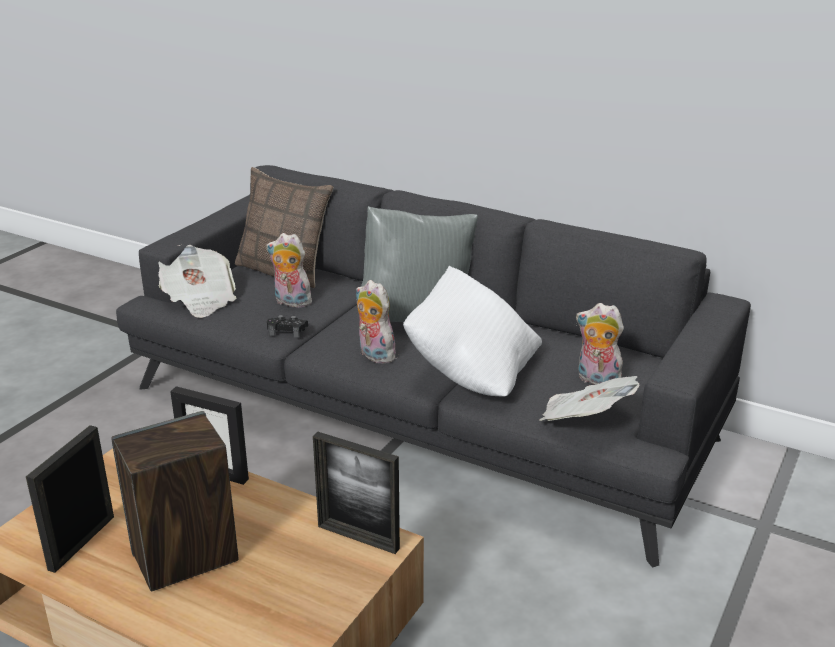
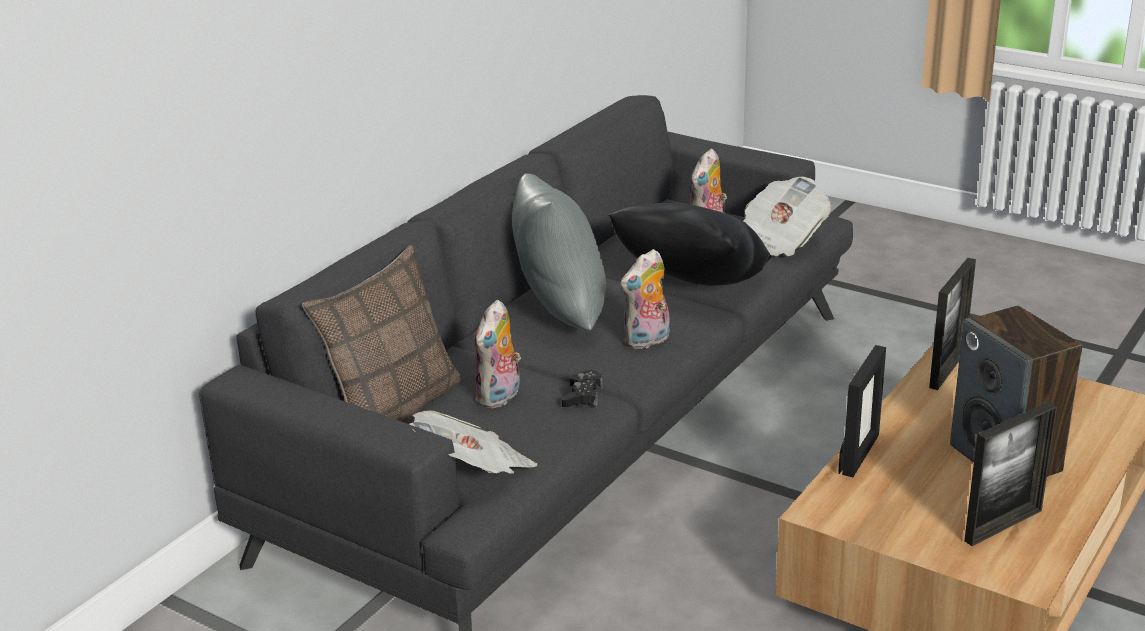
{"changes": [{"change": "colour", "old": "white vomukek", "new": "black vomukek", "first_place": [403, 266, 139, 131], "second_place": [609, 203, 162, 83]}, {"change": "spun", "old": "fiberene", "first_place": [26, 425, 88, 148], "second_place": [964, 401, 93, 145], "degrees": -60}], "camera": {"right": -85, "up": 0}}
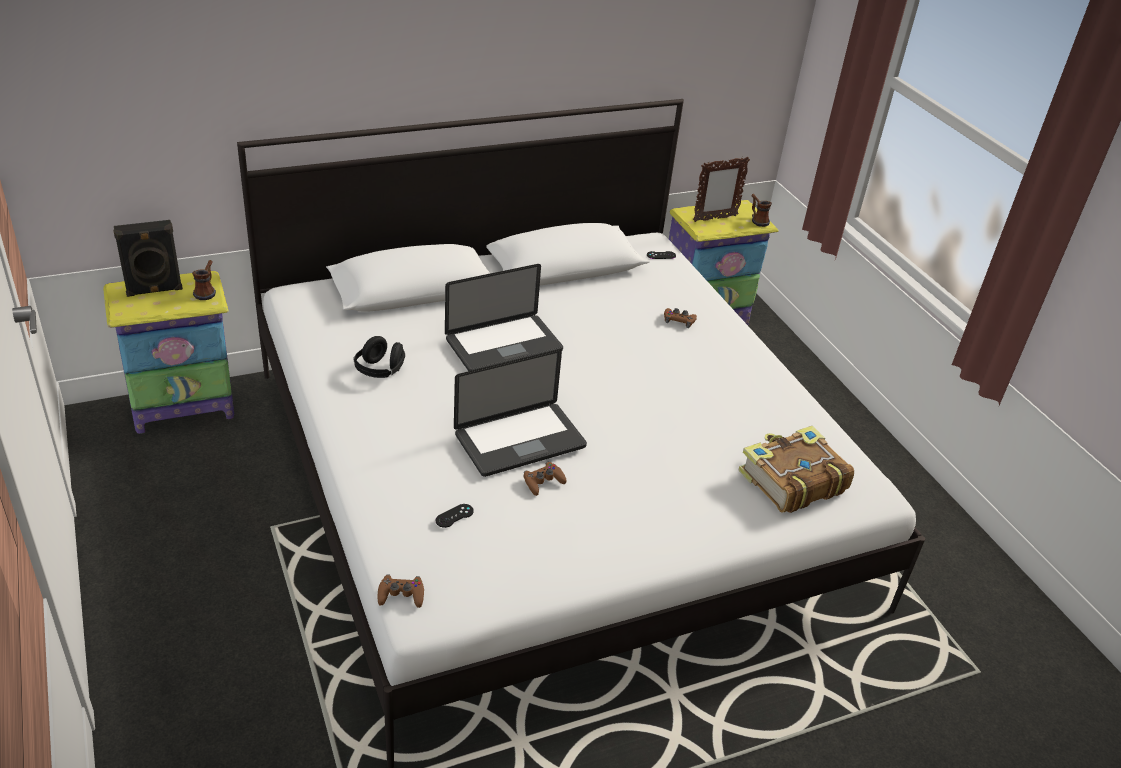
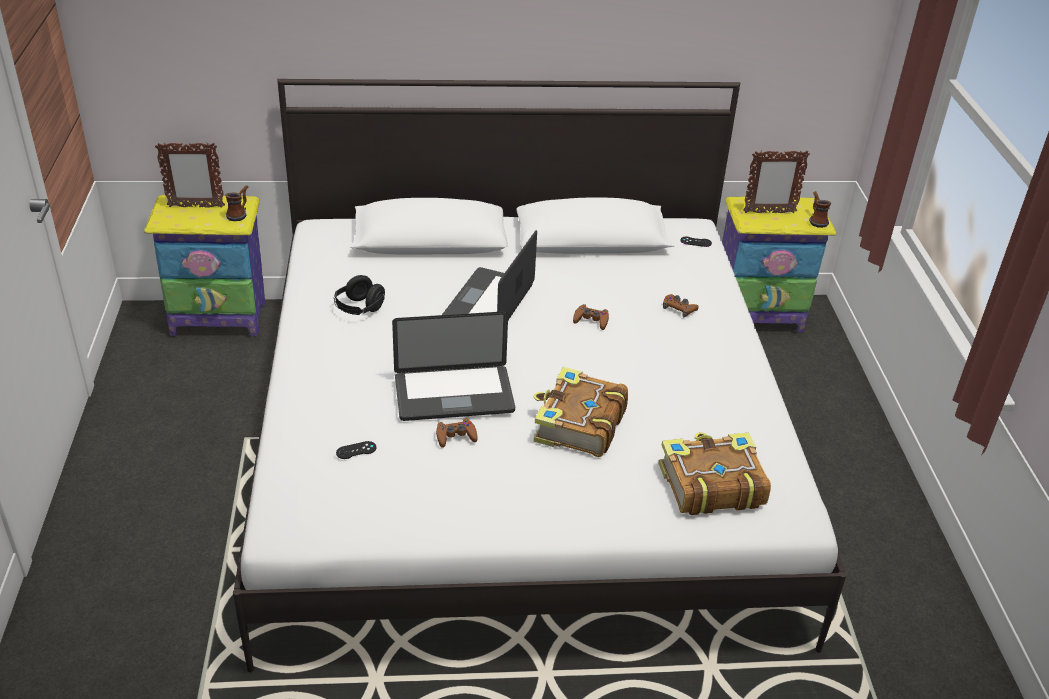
{"changes": [{"change": "exchanged", "old": "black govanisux", "new": "fiberene", "first_place": [113, 220, 70, 77], "second_place": [155, 143, 70, 65]}, {"change": "spun", "old": "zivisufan", "first_place": [445, 264, 118, 107], "second_place": [442, 230, 95, 90], "degrees": 120}, {"change": "appeared", "new": "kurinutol", "second_place": [533, 367, 95, 90]}, {"change": "relocated", "old": "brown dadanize", "first_place": [378, 574, 46, 34], "second_place": [573, 304, 36, 26]}], "camera": {"right": 20, "up": 0}}
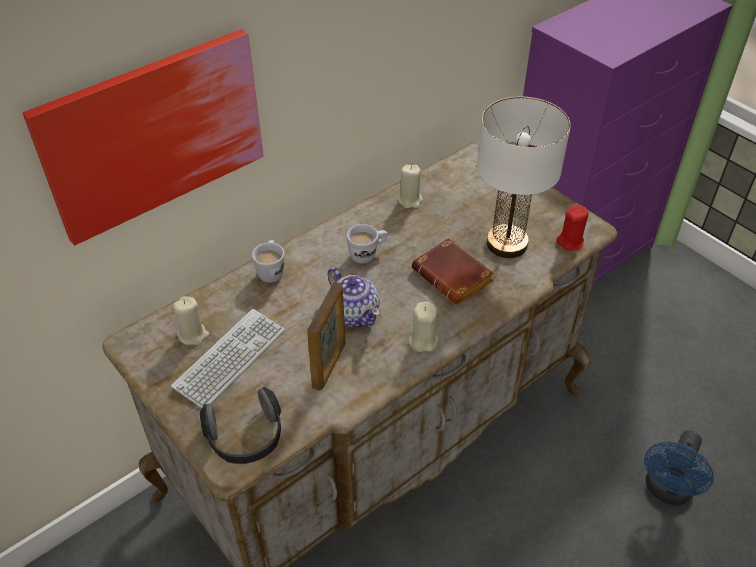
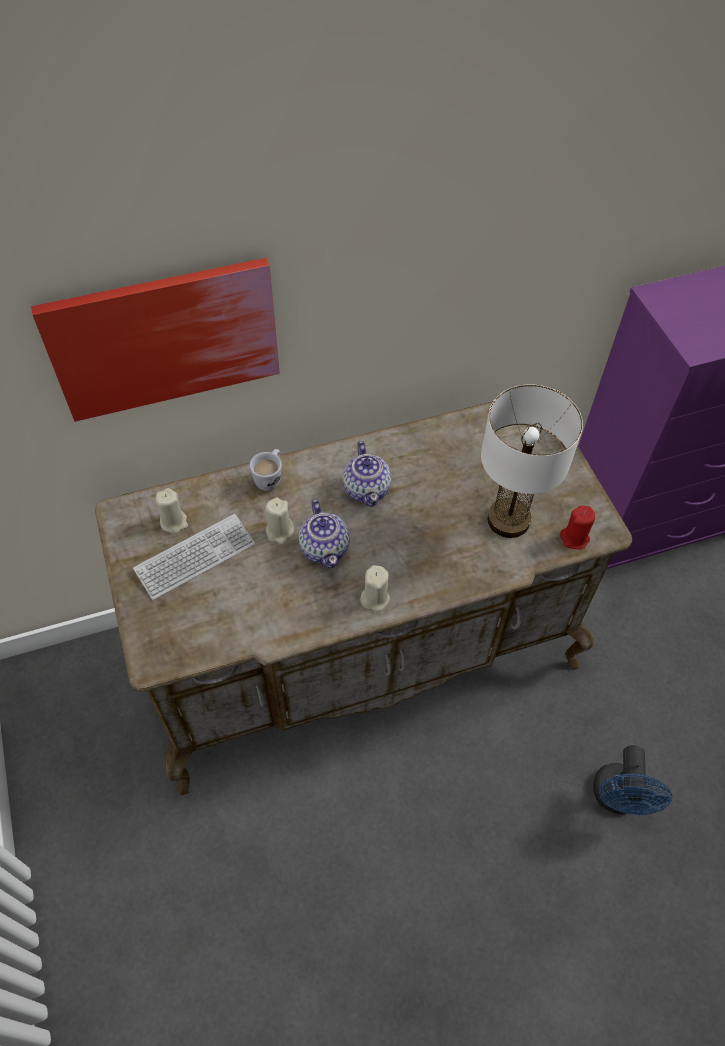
{"changes": [{"change": "relocated", "old": "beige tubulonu", "first_place": [398, 165, 25, 43], "second_place": [265, 498, 29, 46]}, {"change": "exchanged", "old": "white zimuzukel", "new": "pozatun", "first_place": [346, 224, 42, 39], "second_place": [343, 441, 48, 66]}, {"change": "spun", "old": "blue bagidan", "first_place": [644, 430, 70, 76], "second_place": [593, 745, 79, 70], "degrees": -45}, {"change": "missing", "old": "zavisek", "first_place": [199, 387, 82, 77]}, {"change": "missing", "old": "fiberene", "first_place": [307, 282, 38, 109]}, {"change": "missing", "old": "brown kurinutol", "first_place": [412, 238, 82, 67]}], "camera": {"right": 20, "up": 10}}
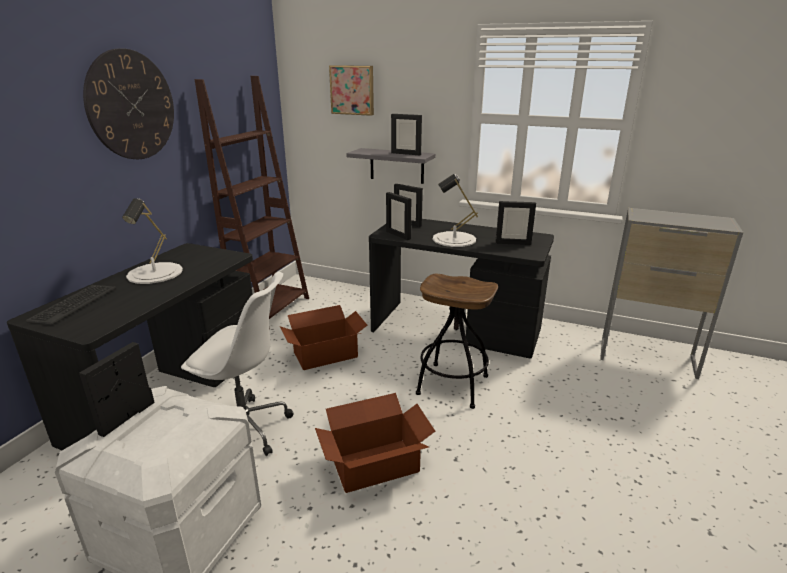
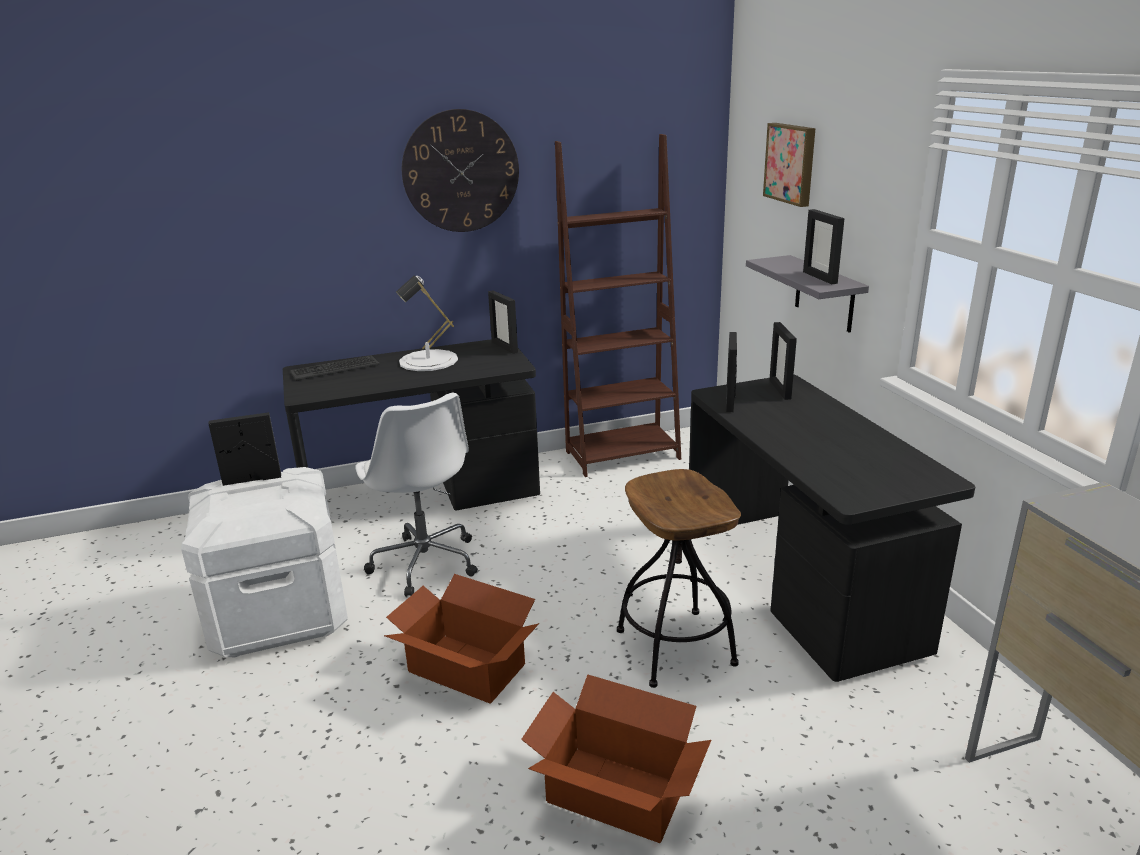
{"changes": [{"change": "relocated", "old": "fiberene", "first_place": [495, 201, 41, 44], "second_place": [488, 290, 30, 64]}, {"change": "relocated", "old": "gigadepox", "first_place": [280, 305, 88, 65], "second_place": [521, 674, 190, 169]}, {"change": "missing", "old": "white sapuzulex", "first_place": [432, 174, 46, 73]}], "camera": {"right": 50, "up": 0}}
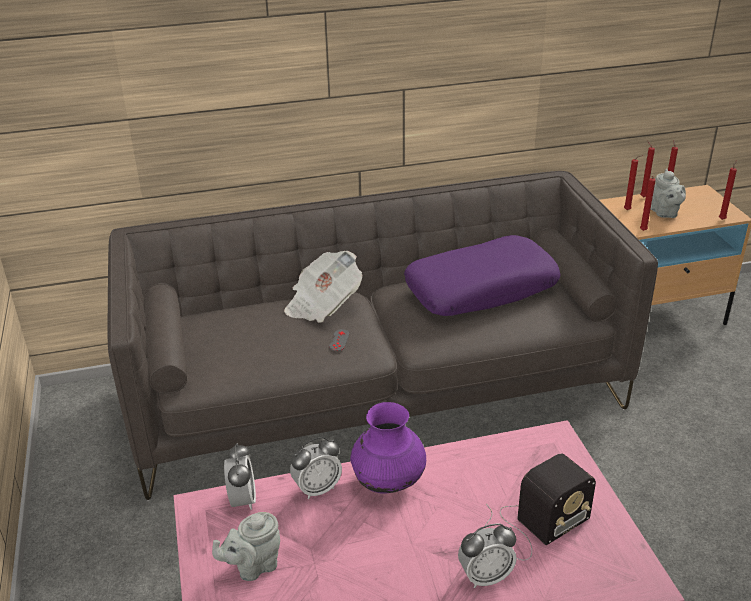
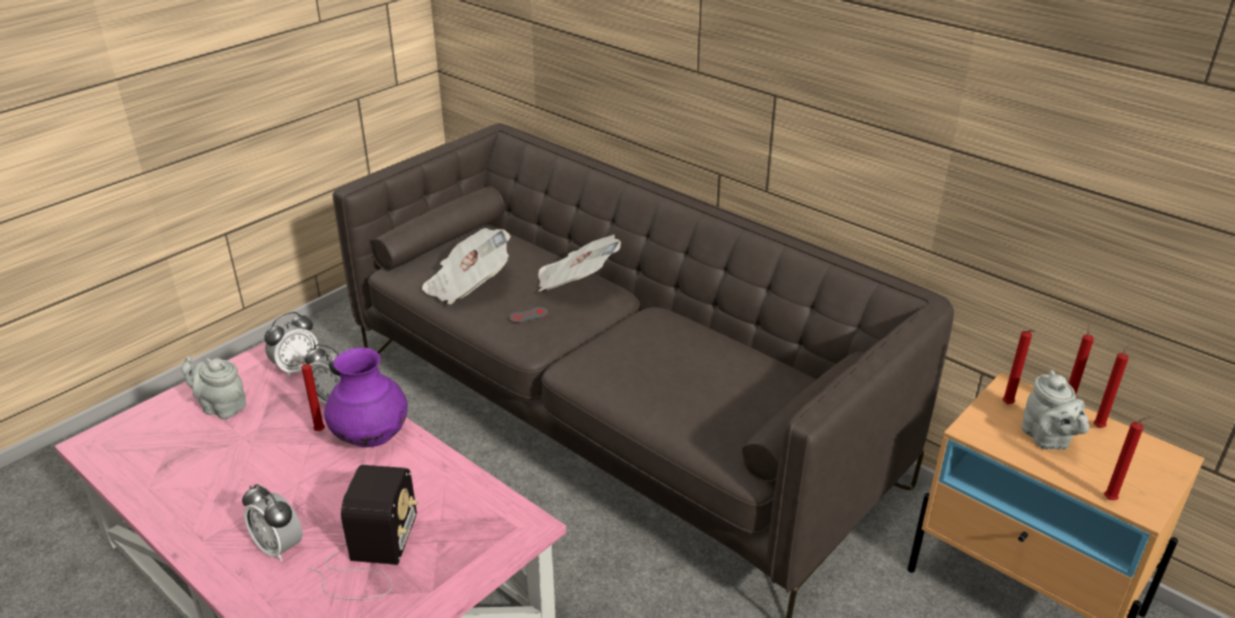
{"changes": [{"change": "relocated", "old": "red tubulonu", "first_place": [640, 176, 15, 55], "second_place": [295, 360, 30, 71]}, {"change": "spun", "old": "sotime", "first_place": [484, 453, 112, 108], "second_place": [307, 465, 111, 134], "degrees": -105}, {"change": "appeared", "new": "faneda", "second_place": [422, 228, 89, 77]}, {"change": "spun", "old": "grey pozatun", "first_place": [651, 169, 35, 49], "second_place": [1022, 370, 68, 80], "degrees": -60}, {"change": "missing", "old": "purple vomukek", "first_place": [404, 235, 156, 81]}], "camera": {"right": 55, "up": 0}}
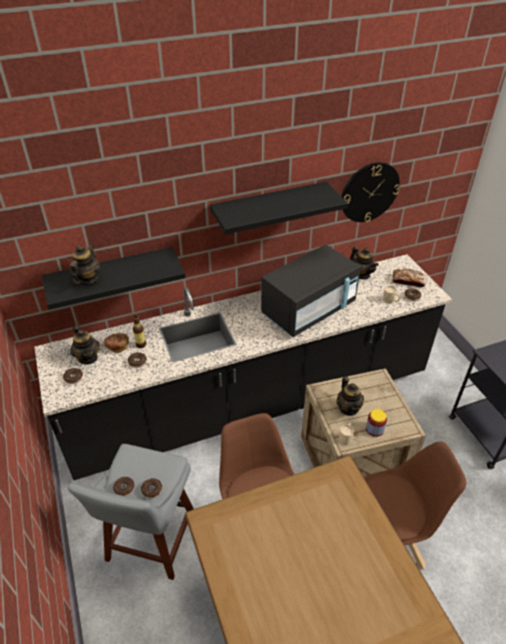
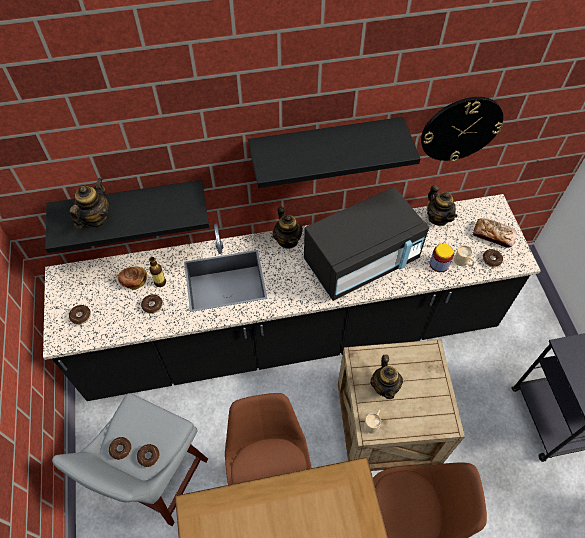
{"changes": [{"change": "relocated", "old": "pozatun", "first_place": [70, 325, 30, 39], "second_place": [273, 207, 30, 42]}, {"change": "relocated", "old": "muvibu", "first_place": [366, 409, 21, 28], "second_place": [429, 243, 24, 29]}], "camera": {"right": 10, "up": 15}}
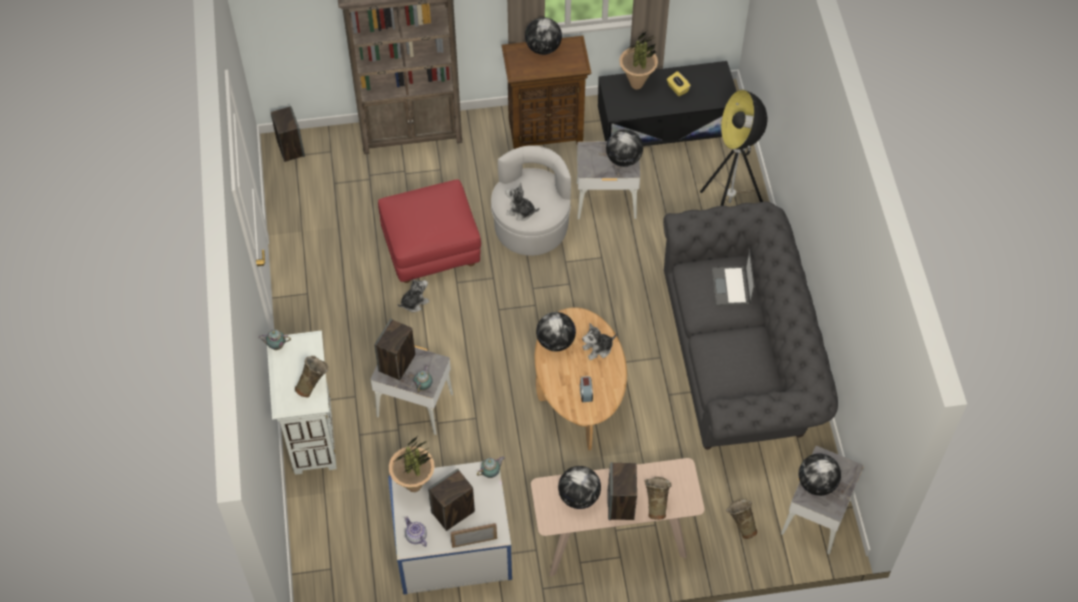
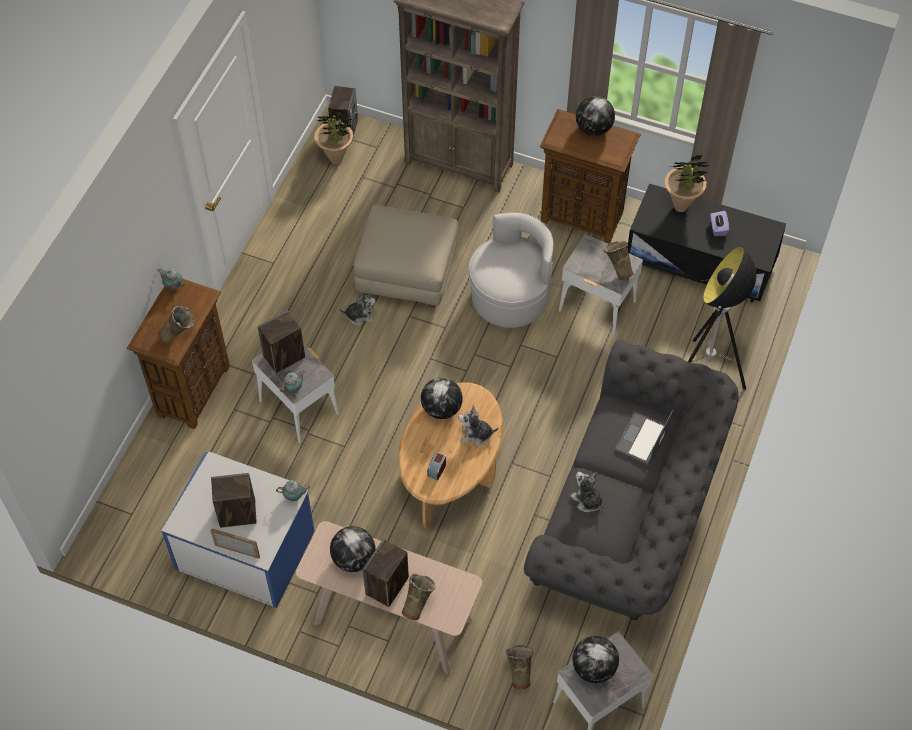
{"changes": [{"change": "colour", "old": "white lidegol", "new": "brown lidegol", "first_place": [267, 330, 69, 145], "second_place": [127, 279, 102, 150]}, {"change": "relocated", "old": "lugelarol", "first_place": [389, 437, 46, 55], "second_place": [314, 109, 41, 55]}, {"change": "colour", "old": "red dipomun", "new": "beige dipomun", "first_place": [378, 179, 103, 104], "second_place": [353, 205, 106, 103]}, {"change": "relocated", "old": "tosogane", "first_place": [505, 183, 34, 38], "second_place": [570, 472, 35, 40]}, {"change": "exchanged", "old": "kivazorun", "new": "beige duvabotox", "first_place": [606, 130, 37, 37], "second_place": [603, 241, 31, 39]}, {"change": "colour", "old": "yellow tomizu", "new": "purple tomizu", "first_place": [667, 71, 24, 25], "second_place": [710, 211, 19, 25]}, {"change": "missing", "old": "pozatun", "first_place": [405, 516, 22, 31]}], "camera": {"right": 30, "up": 0}}
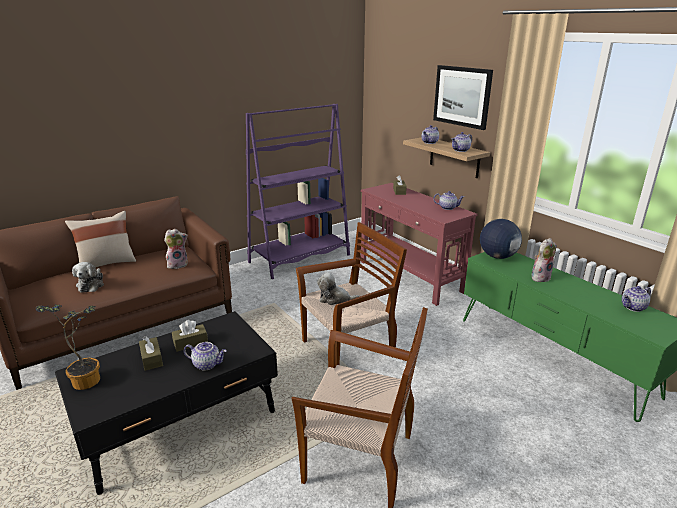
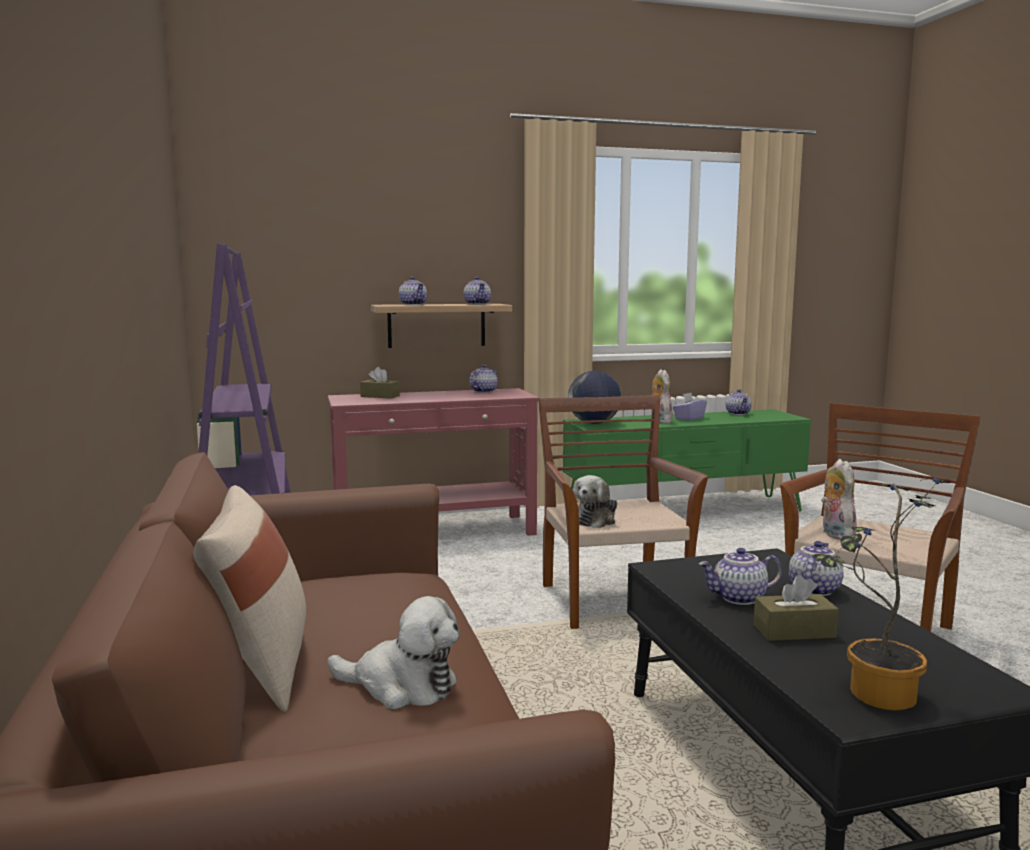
{"changes": [{"change": "appeared", "new": "purple tomizu", "second_place": [673, 393, 34, 28]}, {"change": "exchanged", "old": "brown tomizu", "new": "pozatun", "first_place": [172, 320, 36, 32], "second_place": [699, 548, 83, 57]}, {"change": "relocated", "old": "tosogane", "first_place": [164, 229, 24, 40], "second_place": [821, 459, 36, 81]}, {"change": "missing", "old": "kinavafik", "first_place": [433, 65, 60, 65]}], "camera": {"right": -70, "up": -15}}
